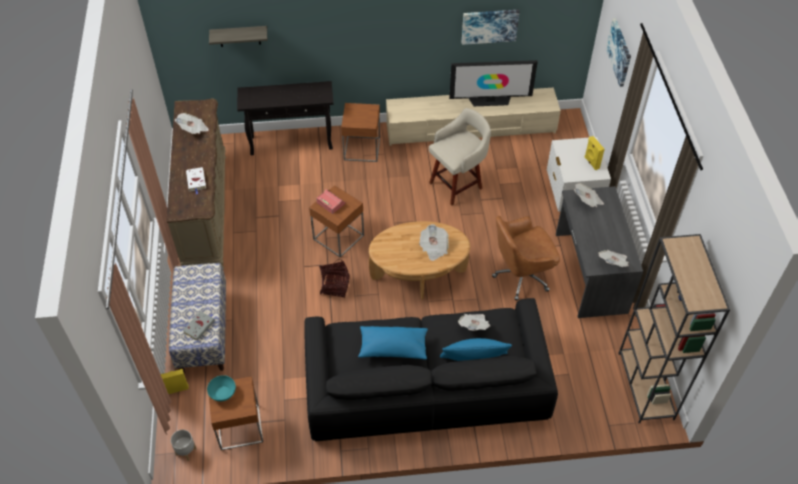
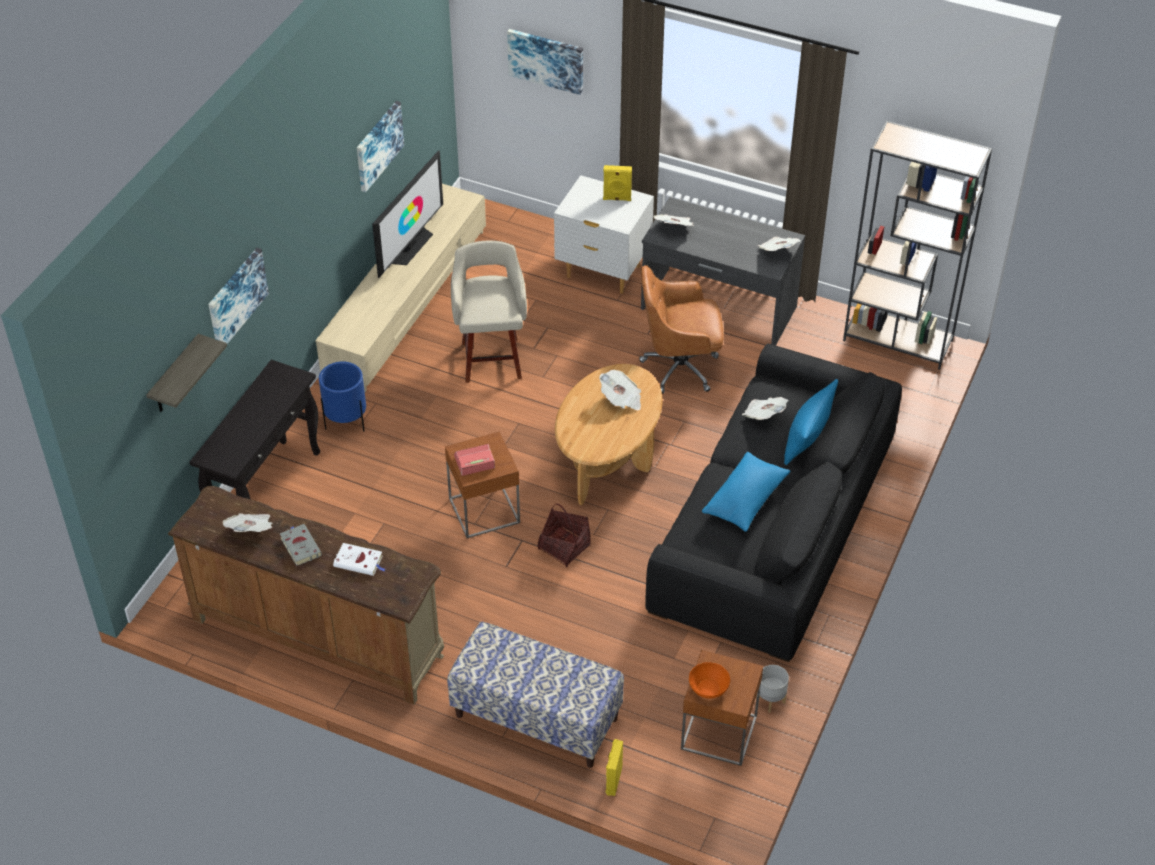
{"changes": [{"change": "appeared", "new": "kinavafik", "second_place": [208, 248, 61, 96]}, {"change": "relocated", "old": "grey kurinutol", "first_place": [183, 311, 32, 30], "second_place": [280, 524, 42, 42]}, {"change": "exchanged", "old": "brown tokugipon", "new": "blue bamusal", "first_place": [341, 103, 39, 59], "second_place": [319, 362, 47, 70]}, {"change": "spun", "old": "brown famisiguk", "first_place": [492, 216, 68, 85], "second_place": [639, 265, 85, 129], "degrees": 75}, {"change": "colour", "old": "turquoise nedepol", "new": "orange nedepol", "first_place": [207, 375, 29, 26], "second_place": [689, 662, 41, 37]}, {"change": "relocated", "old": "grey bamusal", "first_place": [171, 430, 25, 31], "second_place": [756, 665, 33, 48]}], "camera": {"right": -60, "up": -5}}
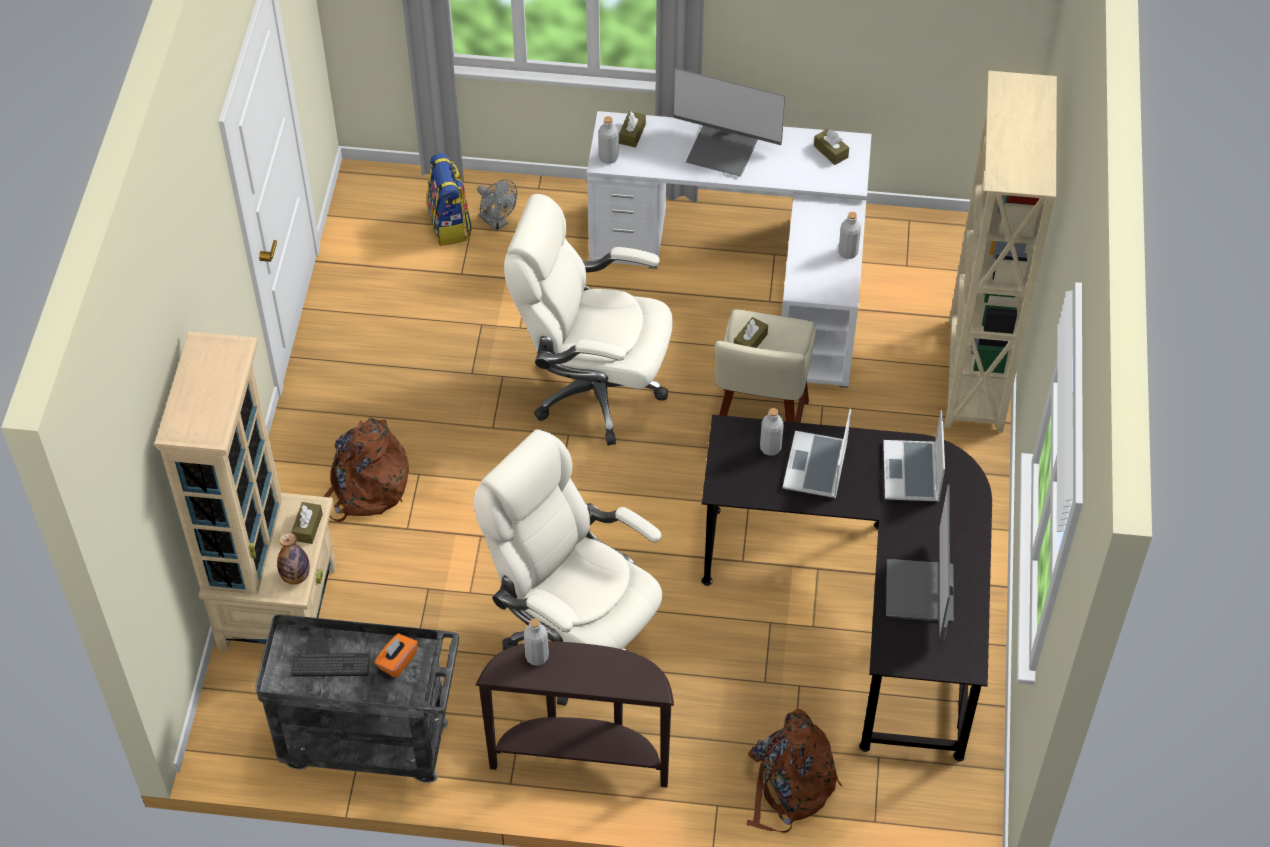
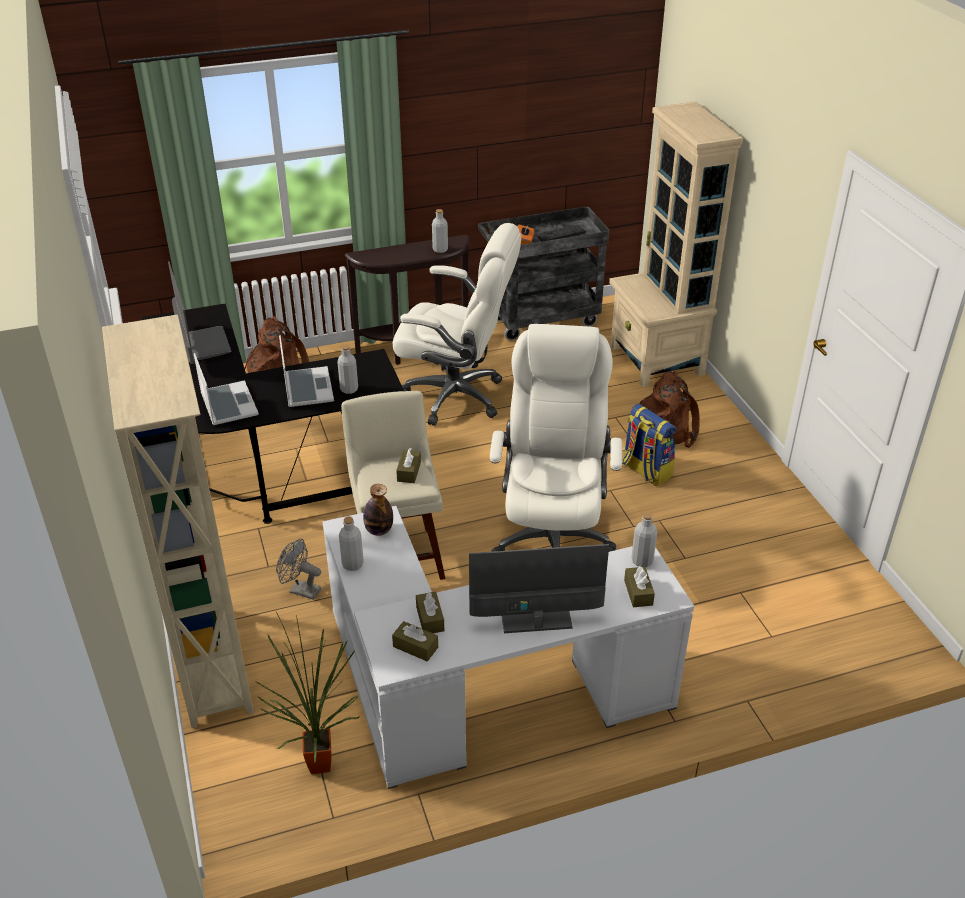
{"changes": [{"change": "appeared", "new": "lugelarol", "second_place": [255, 612, 105, 162]}, {"change": "relocated", "old": "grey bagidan", "first_place": [477, 179, 40, 52], "second_place": [276, 539, 45, 61]}, {"change": "relocated", "old": "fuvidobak", "first_place": [277, 533, 33, 52], "second_place": [363, 484, 30, 52]}, {"change": "relocated", "old": "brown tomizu", "first_place": [291, 502, 32, 42], "second_place": [416, 592, 29, 41]}, {"change": "spun", "old": "white famisiguk", "first_place": [504, 194, 169, 252], "second_place": [490, 324, 132, 228], "degrees": -75}, {"change": "relocated", "old": "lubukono", "first_place": [427, 153, 45, 93], "second_place": [622, 404, 55, 82]}], "camera": {"right": 155, "up": -15}}
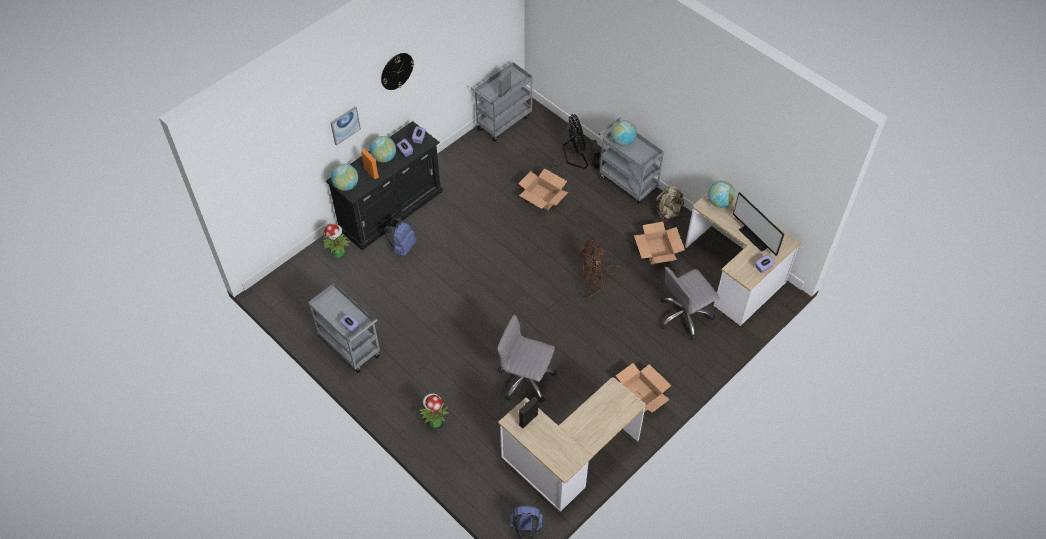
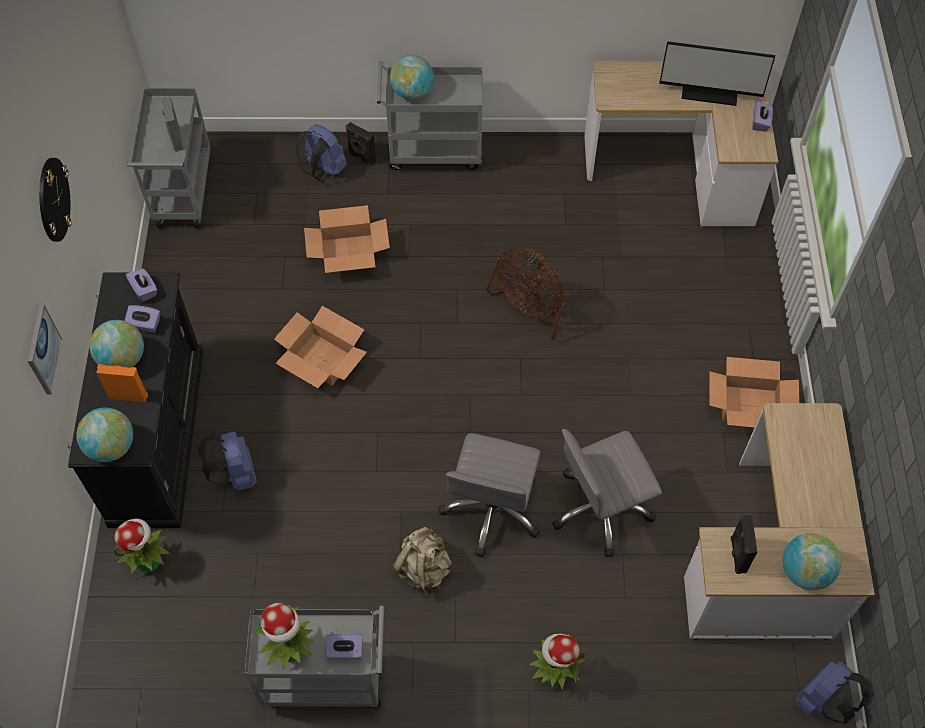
{"changes": [{"change": "appeared", "new": "lugelarol", "second_place": [254, 603, 60, 67]}, {"change": "relocated", "old": "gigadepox", "first_place": [634, 222, 51, 43], "second_place": [274, 306, 93, 82]}, {"change": "exchanged", "old": "black bagidan", "new": "blue lubukono", "first_place": [549, 114, 39, 56], "second_place": [296, 124, 51, 57]}, {"change": "relocated", "old": "beige lubukono", "first_place": [656, 186, 28, 35], "second_place": [392, 527, 60, 69]}, {"change": "relocated", "old": "grey famisiguk", "first_place": [660, 266, 60, 74], "second_place": [439, 433, 101, 124]}, {"change": "relocated", "old": "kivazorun", "first_place": [708, 181, 27, 27], "second_place": [782, 533, 59, 57]}], "camera": {"right": -45, "up": 5}}
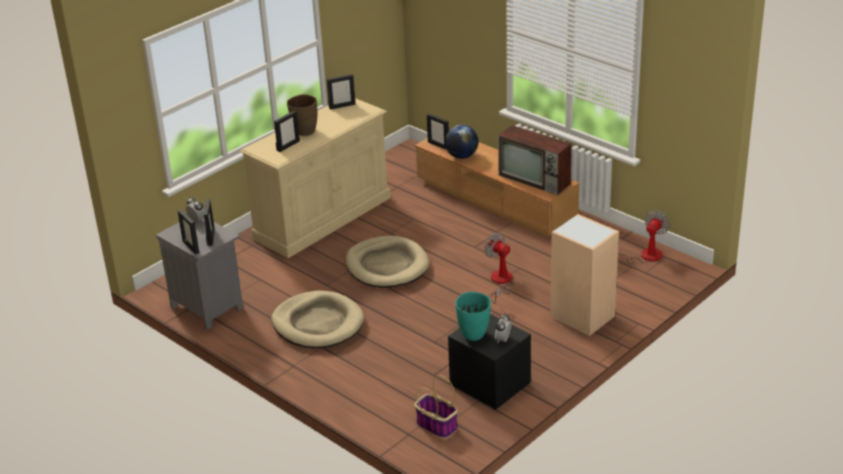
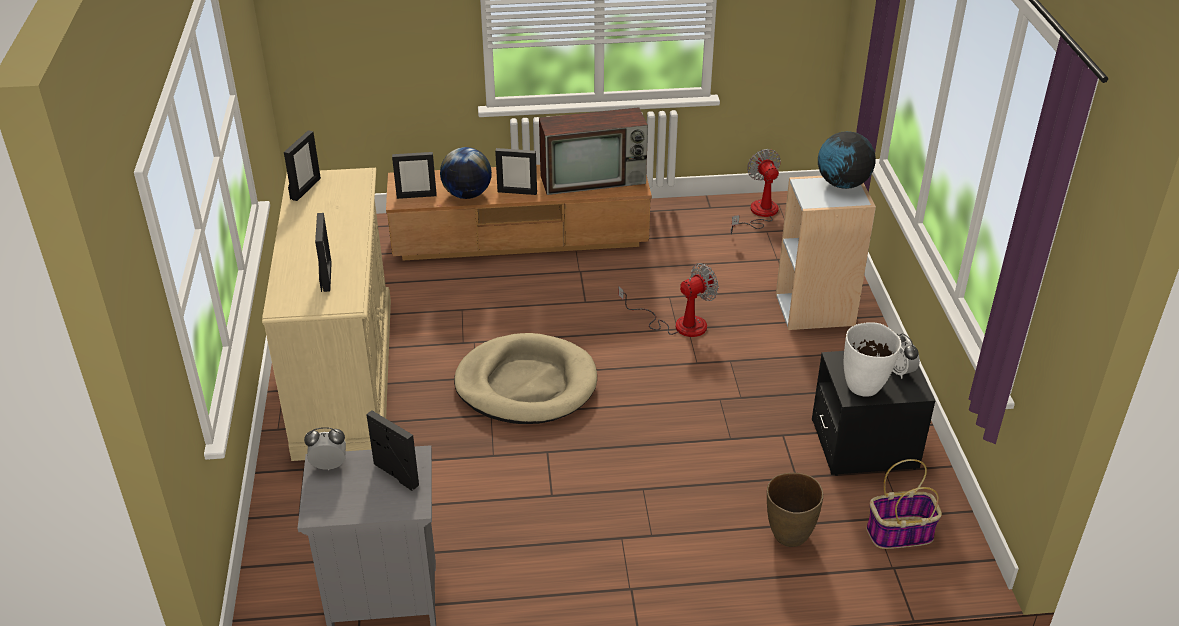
{"changes": [{"change": "relocated", "old": "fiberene", "first_place": [177, 209, 22, 45], "second_place": [495, 148, 42, 47]}, {"change": "spun", "old": "bagidan", "first_place": [485, 233, 29, 71], "second_place": [618, 263, 101, 74], "degrees": 150}, {"change": "relocated", "old": "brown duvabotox", "first_place": [287, 94, 30, 42], "second_place": [767, 473, 56, 74]}, {"change": "appeared", "new": "kivazorun", "second_place": [818, 131, 58, 58]}, {"change": "colour", "old": "turquoise duvabotox", "new": "white duvabotox", "first_place": [455, 292, 36, 49], "second_place": [844, 322, 57, 75]}, {"change": "missing", "old": "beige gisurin", "first_place": [271, 290, 93, 58]}], "camera": {"right": -50, "up": 5}}
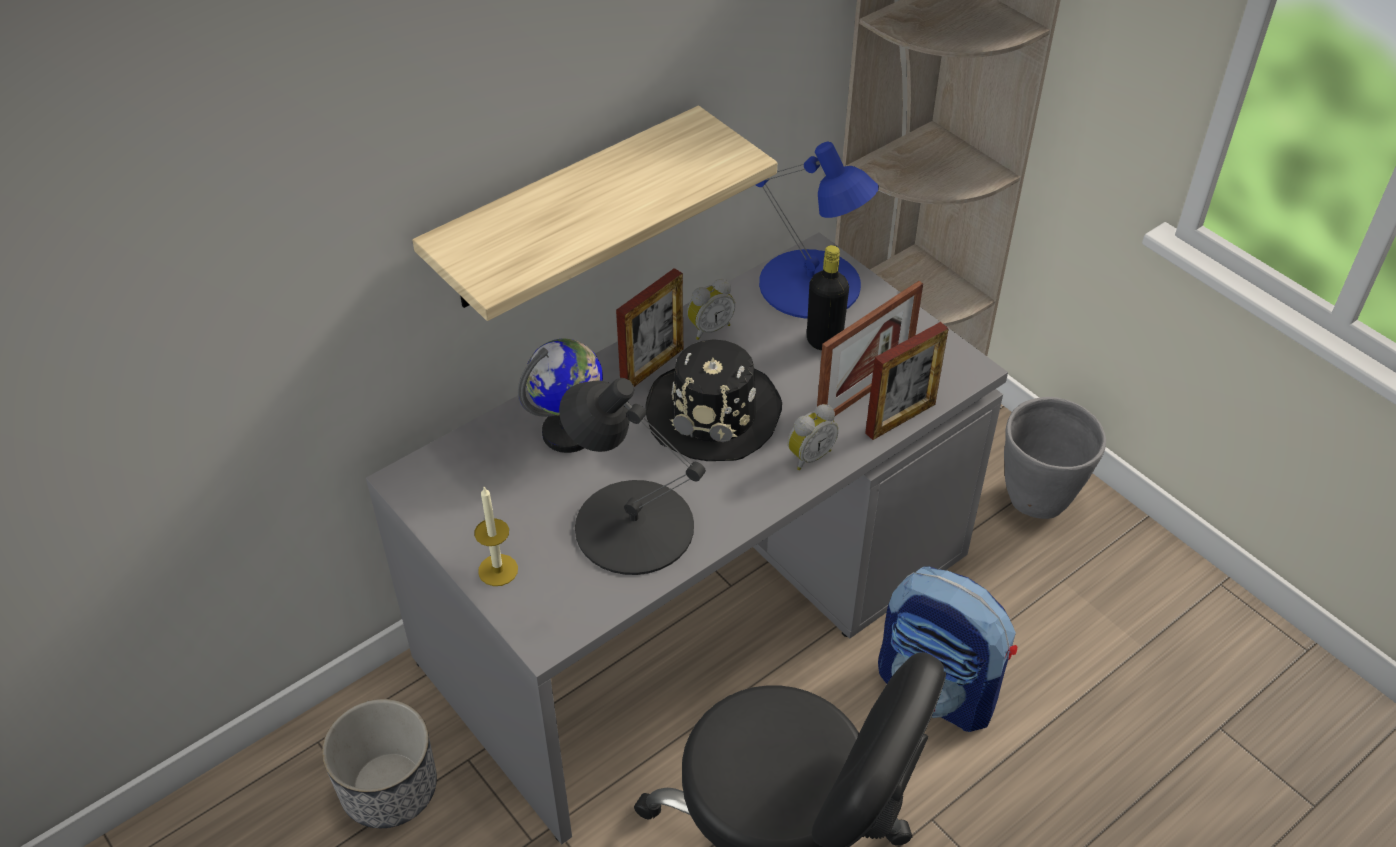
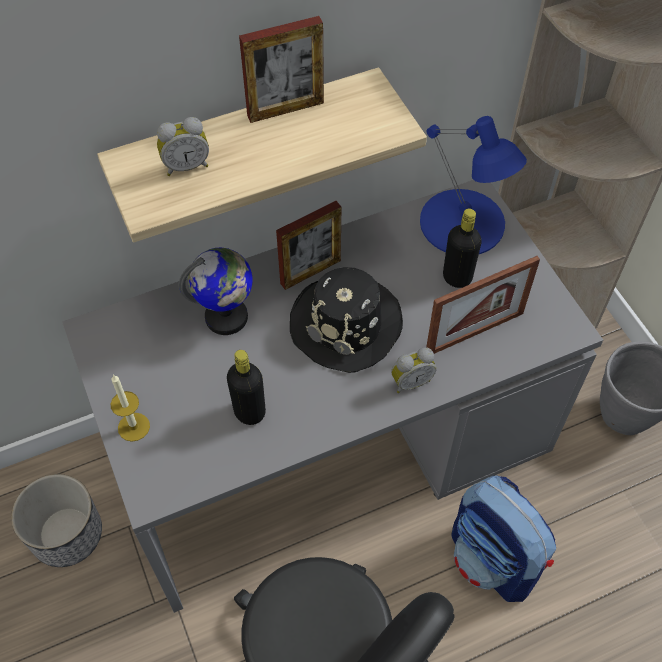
{"changes": [{"change": "relocated", "old": "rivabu", "first_place": [687, 279, 48, 61], "second_place": [157, 117, 52, 59]}, {"change": "exchanged", "old": "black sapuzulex", "new": "black fuvidobak", "first_place": [559, 378, 147, 197], "second_place": [227, 350, 39, 75]}, {"change": "relocated", "old": "fiberene", "first_place": [865, 322, 84, 118], "second_place": [239, 16, 85, 107]}], "camera": {"right": 15, "up": 10}}
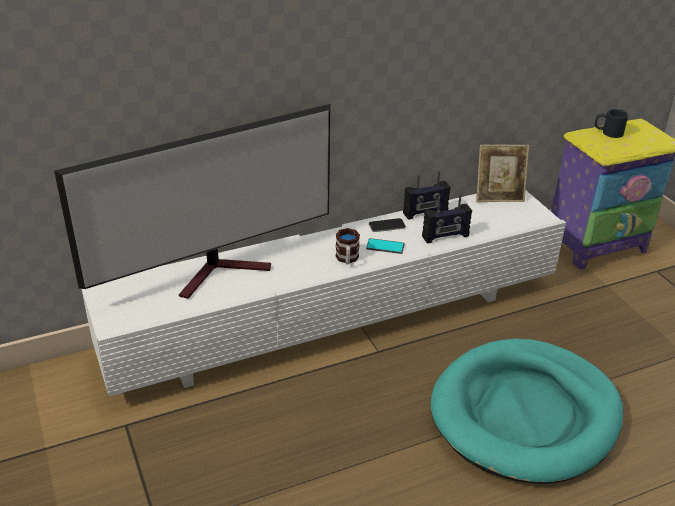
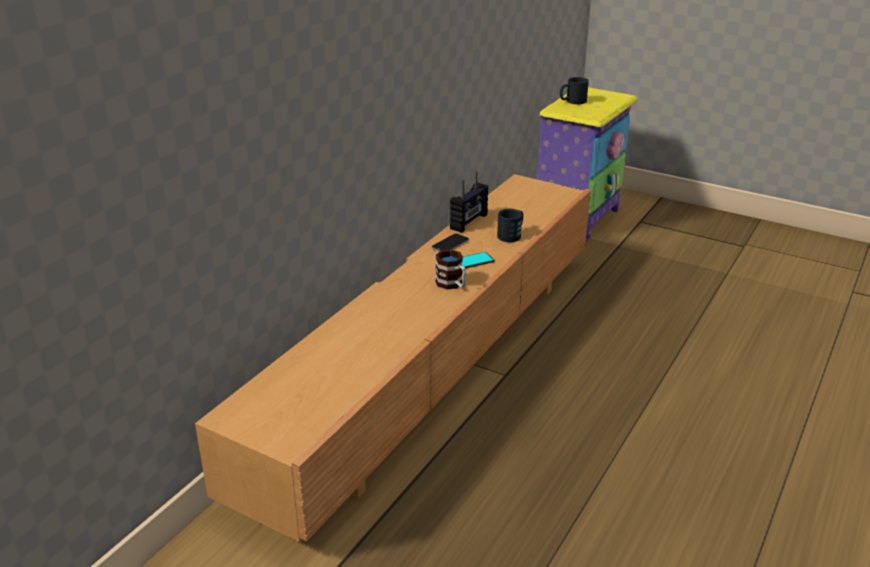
{"changes": [{"change": "colour", "old": "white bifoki", "new": "brown bifoki", "first_place": [81, 190, 485, 206], "second_place": [195, 174, 396, 368]}, {"change": "exchanged", "old": "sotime", "new": "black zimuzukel", "first_place": [422, 194, 50, 49], "second_place": [497, 209, 26, 33]}, {"change": "missing", "old": "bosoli", "first_place": [54, 104, 277, 195]}, {"change": "missing", "old": "turquoise gisurin", "first_place": [431, 339, 192, 145]}, {"change": "missing", "old": "fiberene", "first_place": [476, 145, 53, 57]}], "camera": {"right": -35, "up": -5}}
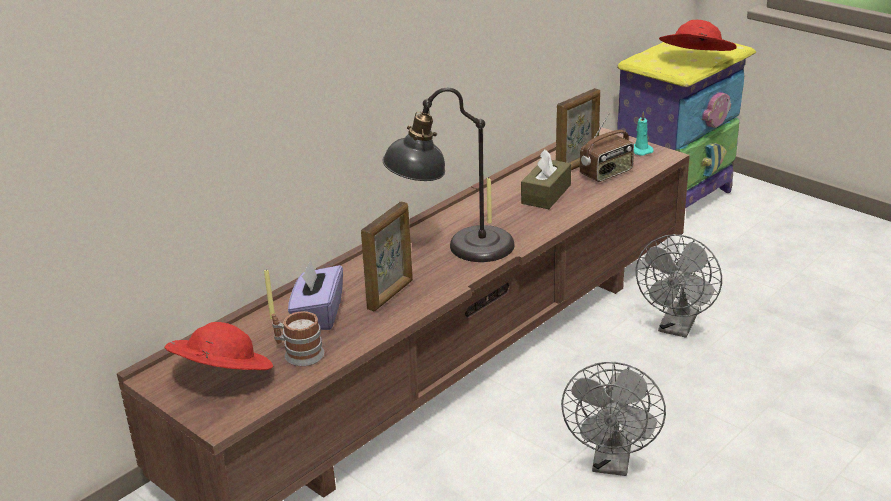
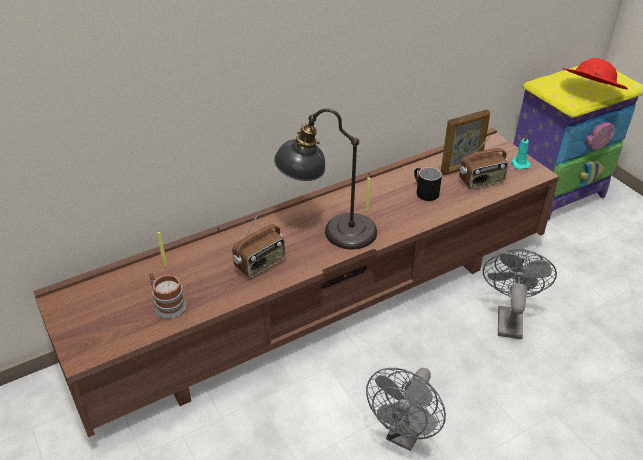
{"changes": [{"change": "exchanged", "old": "fiberene", "new": "sotime", "first_place": [361, 201, 52, 111], "second_place": [232, 212, 53, 66]}, {"change": "exchanged", "old": "brown tomizu", "new": "black zimuzukel", "first_place": [521, 149, 50, 60], "second_place": [414, 167, 28, 34]}, {"change": "spun", "old": "grey bagidan", "first_place": [636, 234, 86, 104], "second_place": [483, 249, 74, 90], "degrees": 150}, {"change": "missing", "old": "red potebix", "first_place": [165, 322, 108, 48]}, {"change": "missing", "old": "purple tomizu", "first_place": [288, 260, 55, 70]}], "camera": {"right": 15, "up": 10}}
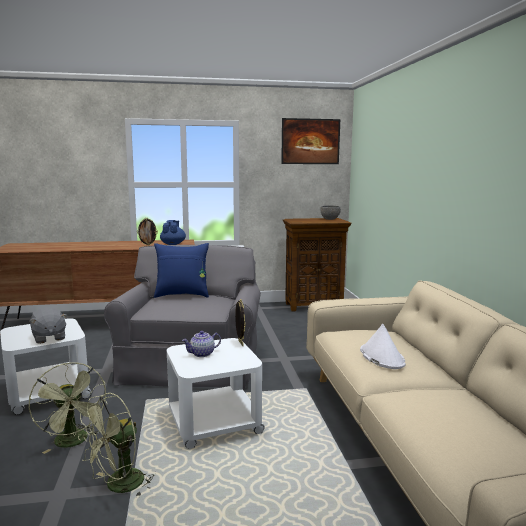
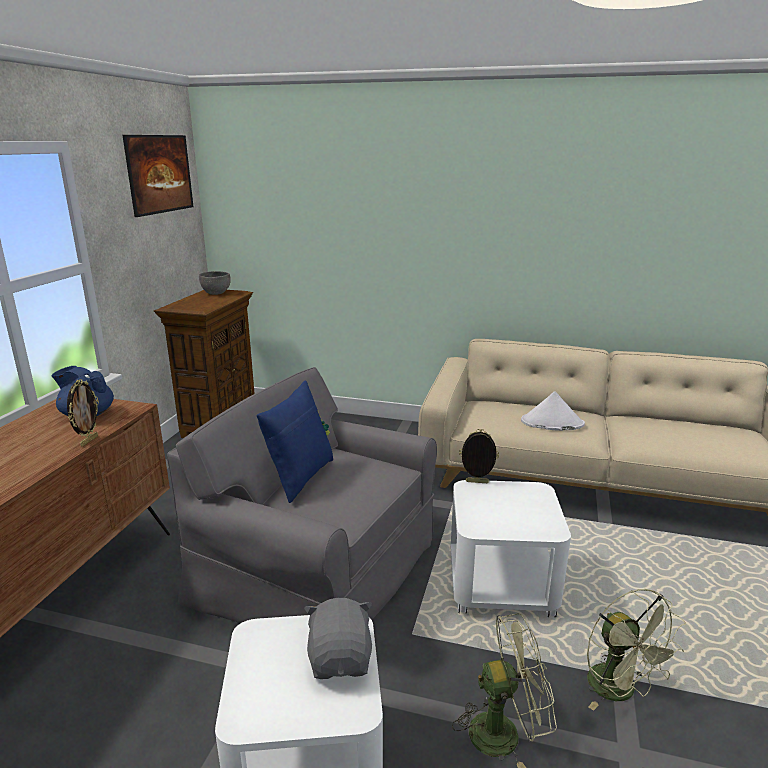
{"changes": [{"change": "spun", "old": "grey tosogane", "first_place": [30, 307, 37, 37], "second_place": [304, 598, 68, 81], "degrees": -90}, {"change": "missing", "old": "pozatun", "first_place": [182, 331, 39, 26]}], "camera": {"right": -65, "up": 10}}
